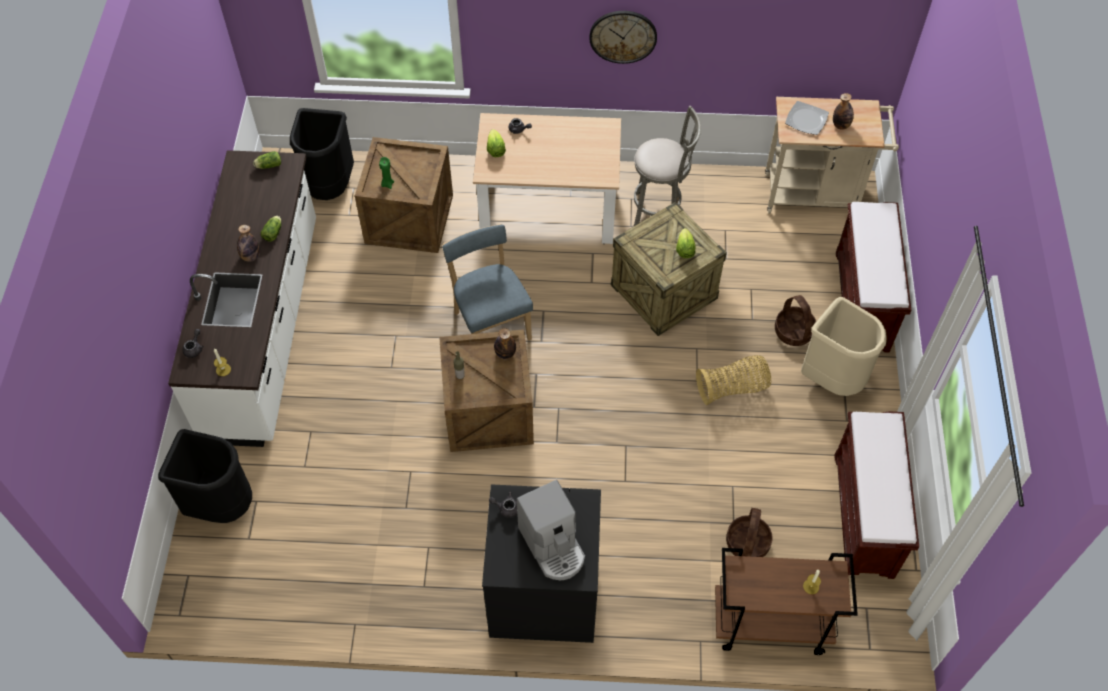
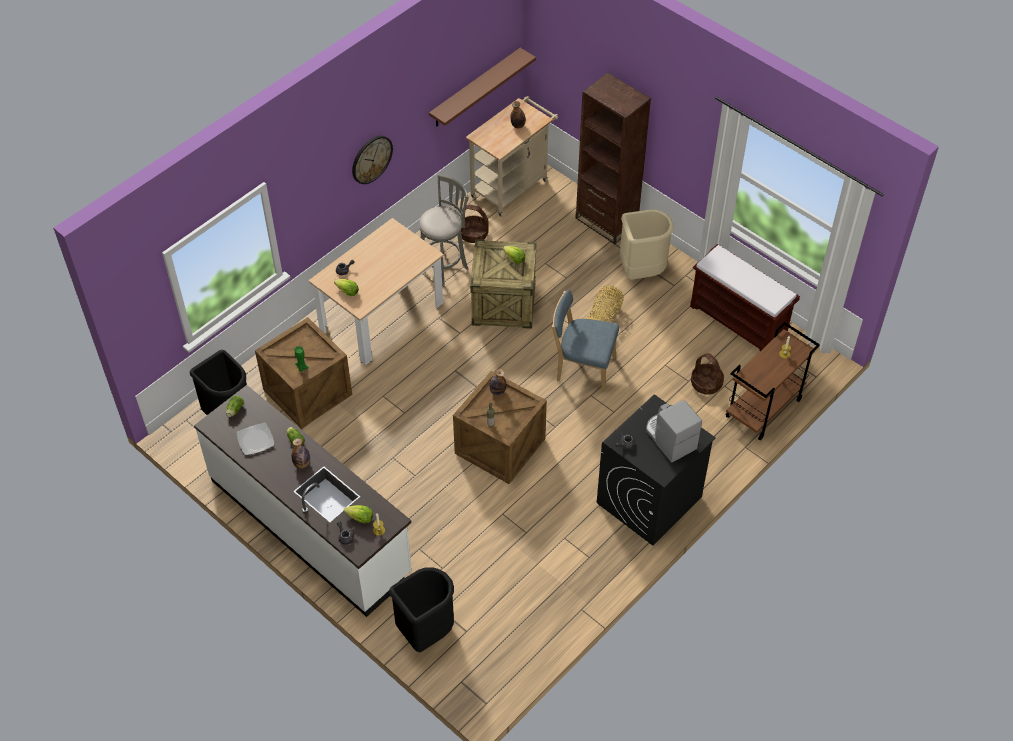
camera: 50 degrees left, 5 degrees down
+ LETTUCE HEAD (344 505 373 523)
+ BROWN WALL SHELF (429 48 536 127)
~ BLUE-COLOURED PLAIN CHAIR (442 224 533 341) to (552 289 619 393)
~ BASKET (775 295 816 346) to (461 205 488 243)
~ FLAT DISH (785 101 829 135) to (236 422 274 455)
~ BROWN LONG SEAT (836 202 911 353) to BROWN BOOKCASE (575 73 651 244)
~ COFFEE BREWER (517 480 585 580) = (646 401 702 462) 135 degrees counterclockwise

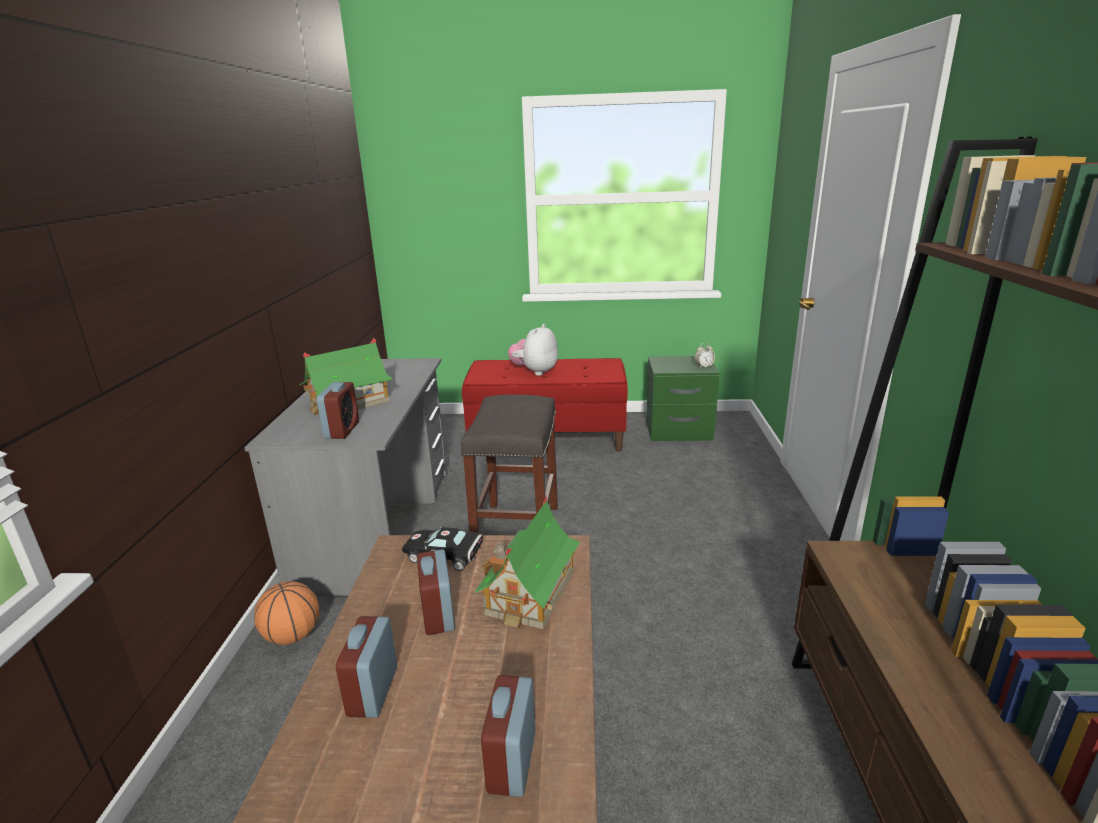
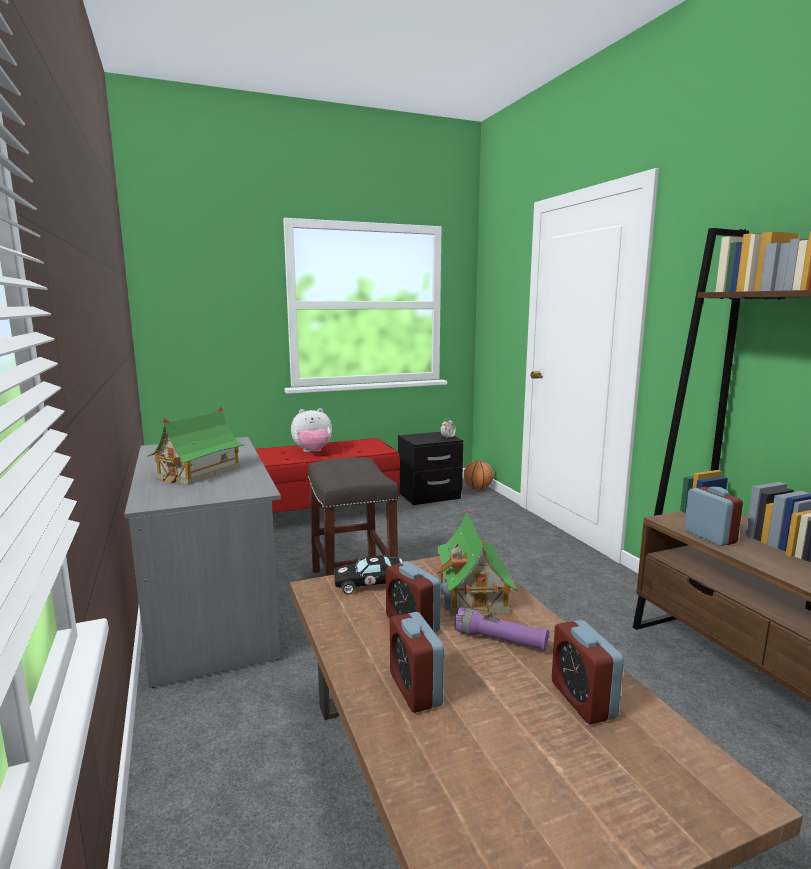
camera: 25 degrees left, 10 degrees down
+ PURPLE-COLOURED TORCH (455 607 549 652)
~ BASKETBALL (254 581 319 645) to (464 460 494 490)
~ ALARM CLOCK (317 382 359 439) to (684 487 743 546)
~ GREEN-COLOURED NIGHT TABLE (646 356 719 441) to BLACK-COLOURED NIGHT TABLE (398 432 463 505)
~ CUDDLY TOY (508 324 558 376) = (291 408 332 452) 105 degrees counterclockwise

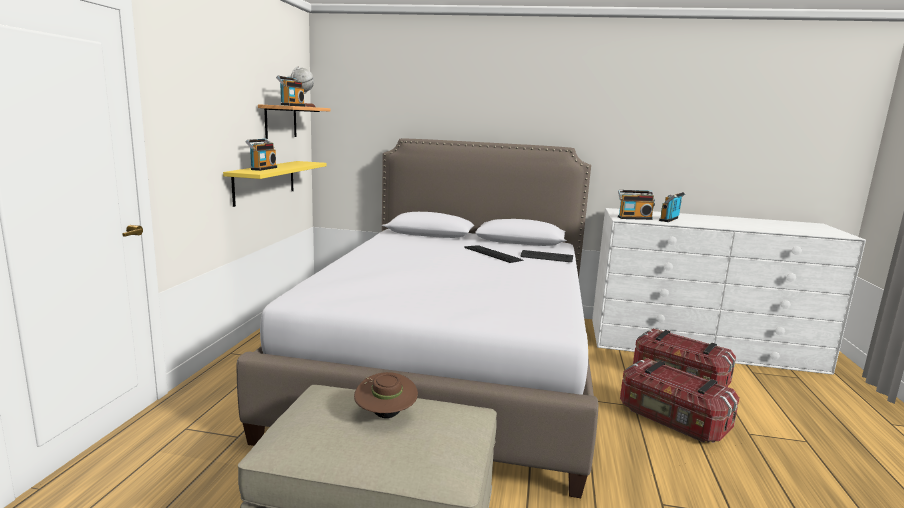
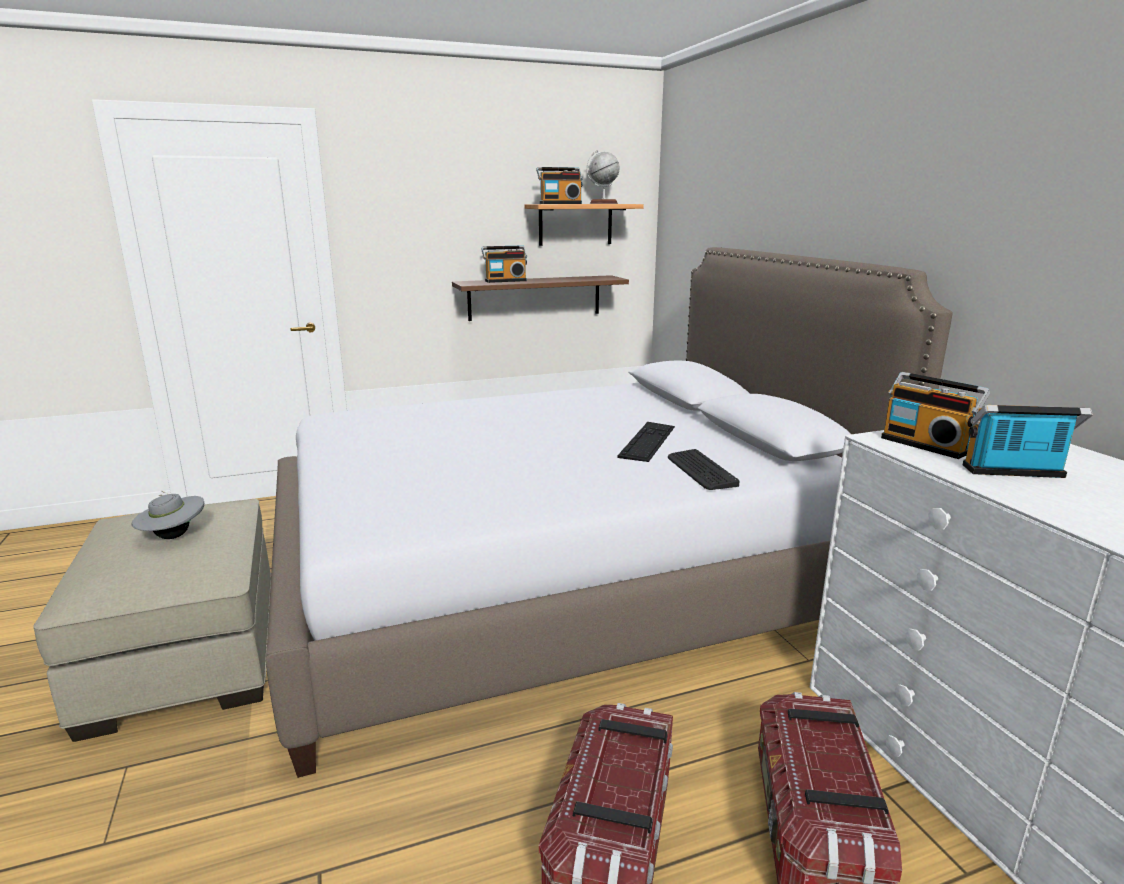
camera: 60 degrees right, 5 degrees up
~ YELLOWISH WALL SHELF (223 161 327 207) to BROWN WALL SHELF (452 275 629 321)
~ BROWN CLOTHING HAT (354 372 418 418) to GREYISH CLOTHING HAT (132 490 204 539)

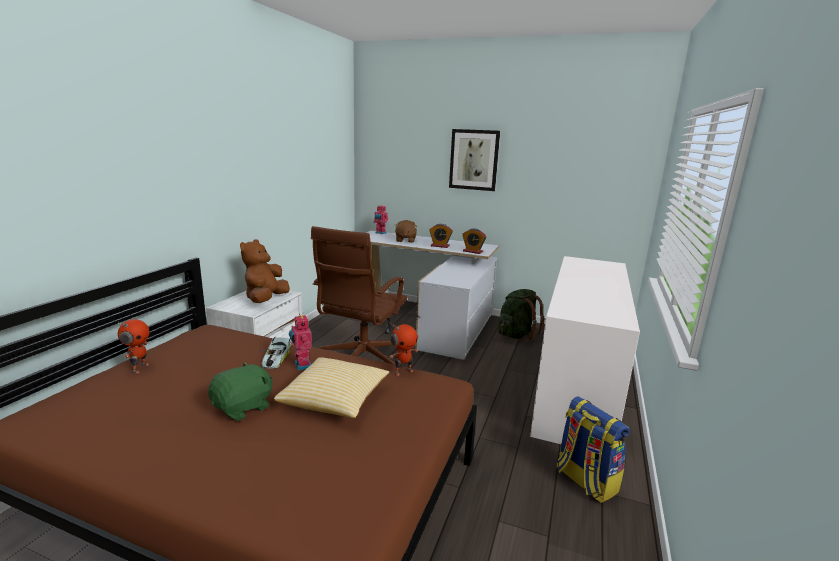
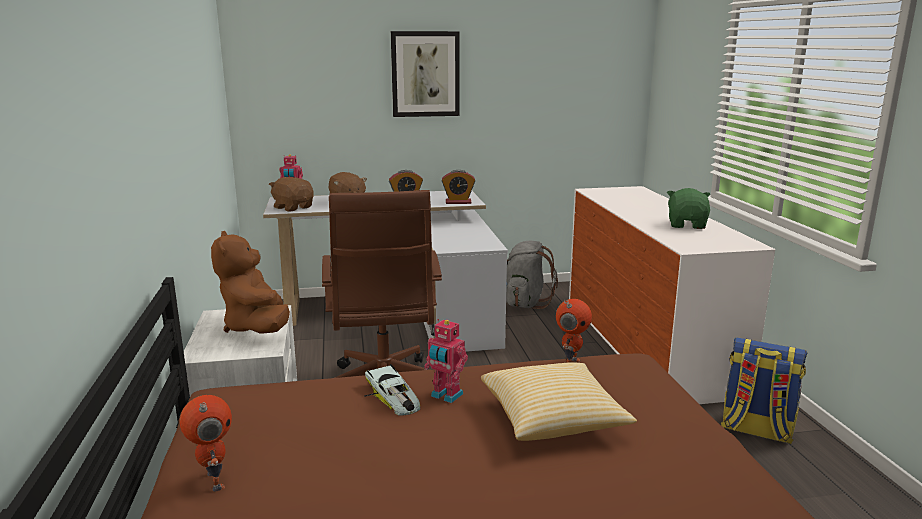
camera: 30 degrees left, 0 degrees up
+ BROWN CUDDLY TOY (269 177 314 212)
~ GREEN-COLOURED CUDDLY TOY (208 362 273 421) to (667 188 710 229)
~ GREEN-COLOURED RUCKSACK (497 289 545 342) to GREYISH RUCKSACK (506 241 558 309)

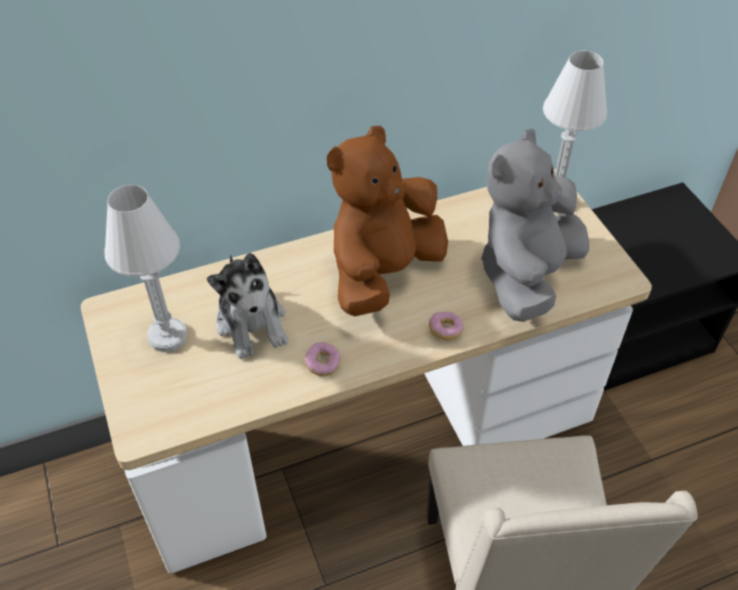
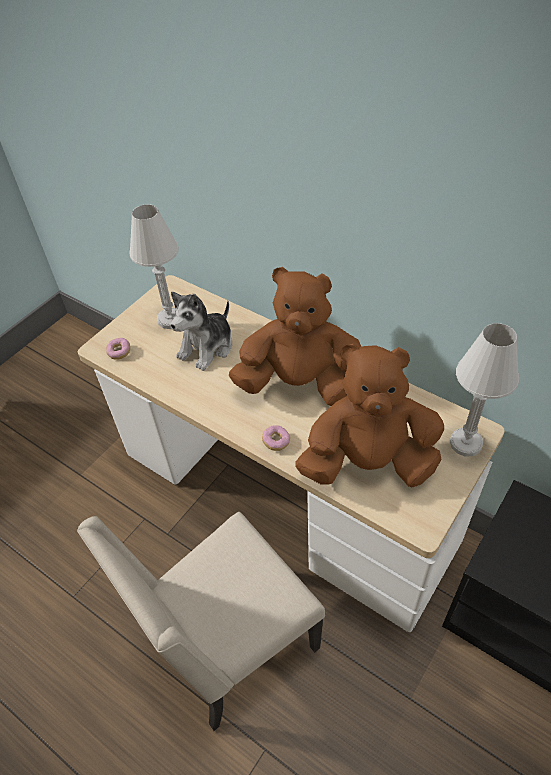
camera: 60 degrees right, 0 degrees up
~ RING DOUGHNUT (304 342 341 376) to (106 338 130 359)
~ GREYISH CUDDLY TOY (481 129 589 322) to BROWN CUDDLY TOY (296 344 444 488)

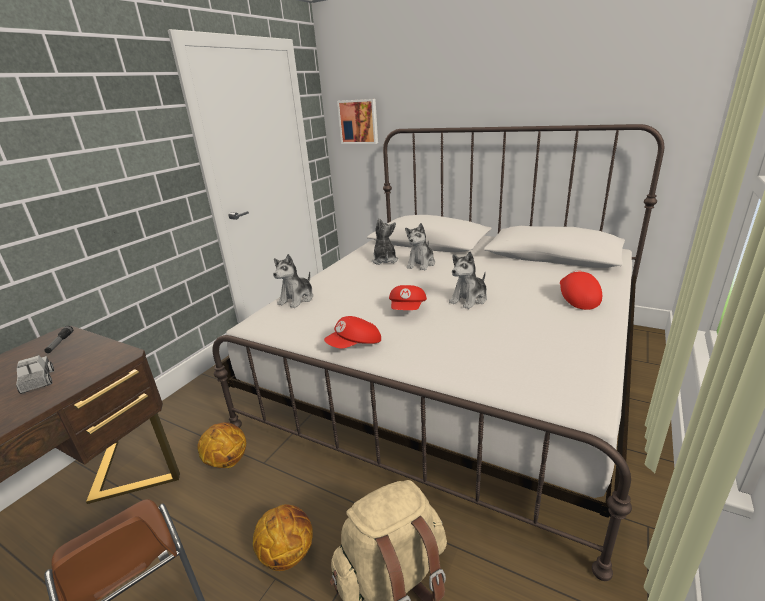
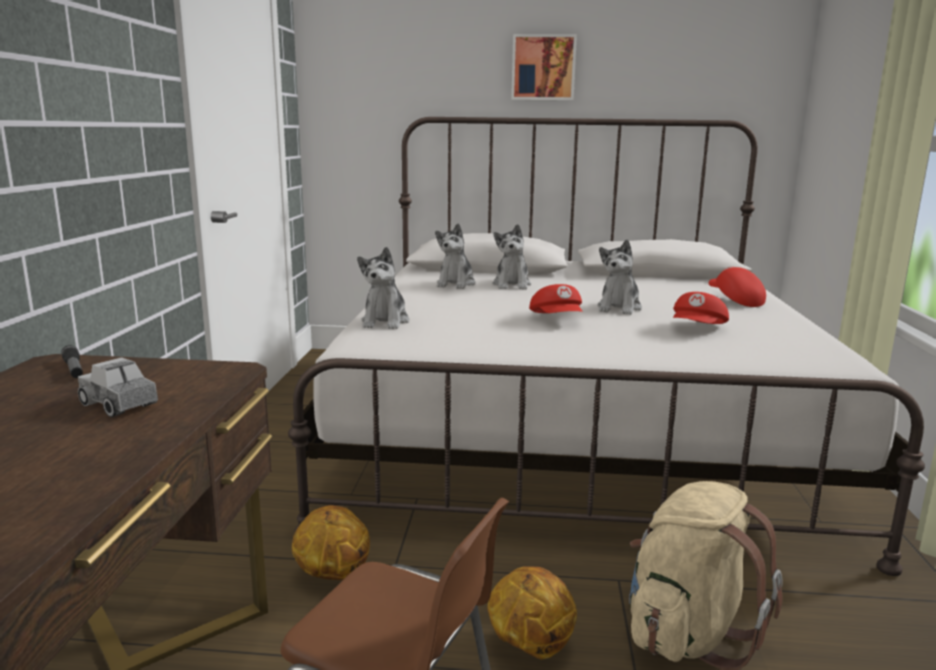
camera: 25 degrees left, 10 degrees down
~ RED-COLOURED PEAKED CAP (324 316 381 349) to (673 292 729 324)
~ WALL ART (337 99 378 144) to (511 34 577 101)
~ CUDDLY TOY (372 218 398 265) = (435 224 475 289) 135 degrees counterclockwise

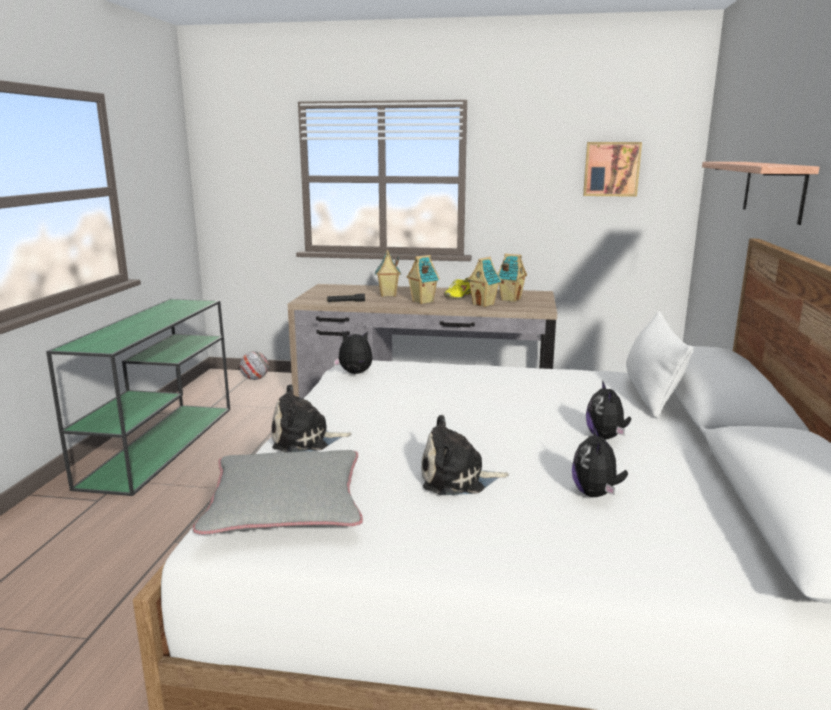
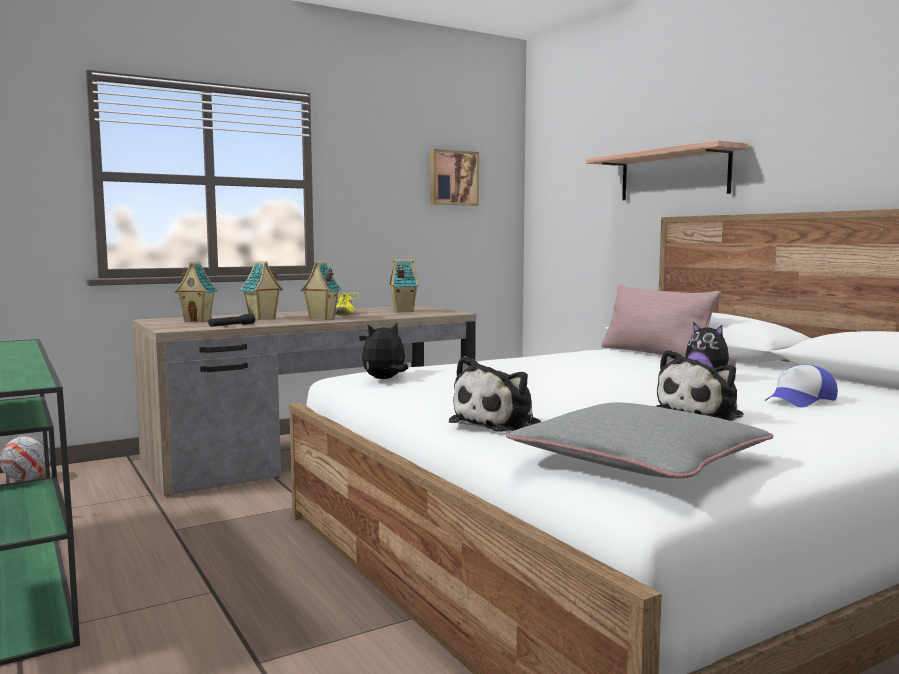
camera: 40 degrees left, 10 degrees down
~ MODEL HOUSE (467 257 502 307) to (174 262 217 322)
~ CUDDLY TOY (572 426 628 497) to PEAKED CAP (765 365 838 408)
~ WHITISH PILLOW (626 311 693 419) to PINK-COLOURED PILLOW (601 284 721 357)

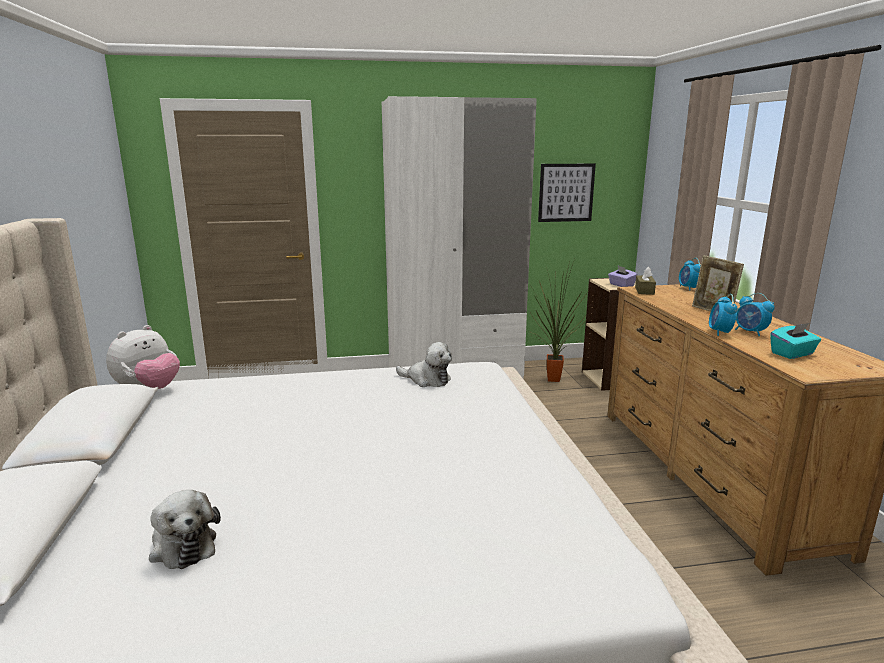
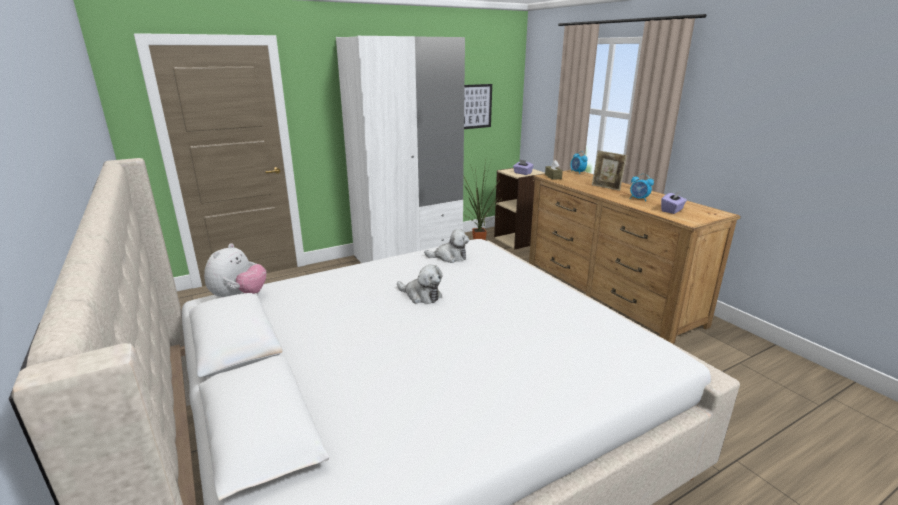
camera: 20 degrees left, 5 degrees up
- ALARM CLOCK (709 294 738 336)
~ CUDDLY TOY (149 490 221 569) to (397 265 443 304)
~ TURQUOISE BOX OF TISSUES (770 323 821 359) to PURPLE-COLOURED BOX OF TISSUES (661 190 687 214)

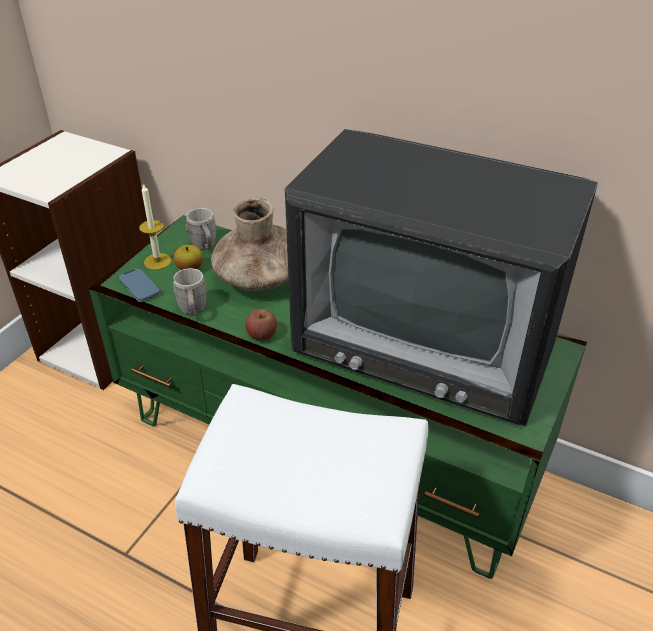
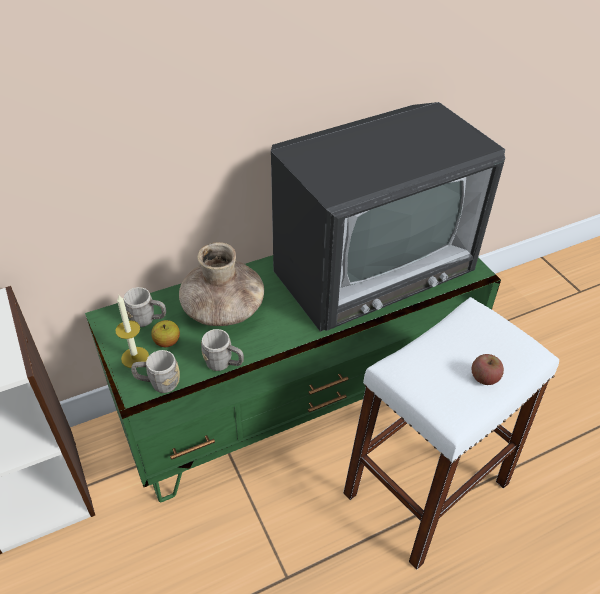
camera: 55 degrees left, 5 degrees up
~ APPLE FRUIT (245 309 277 340) to (472 354 504 385)
~ TELEPHONE (118 268 161 302) to GREYISH MUG (131 350 180 393)

